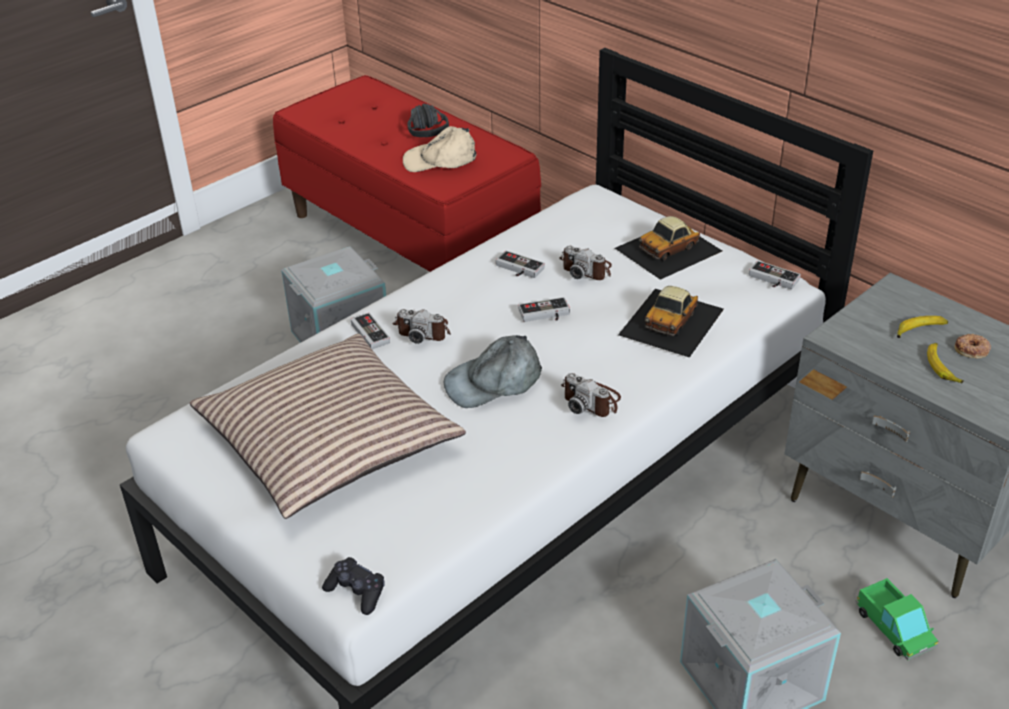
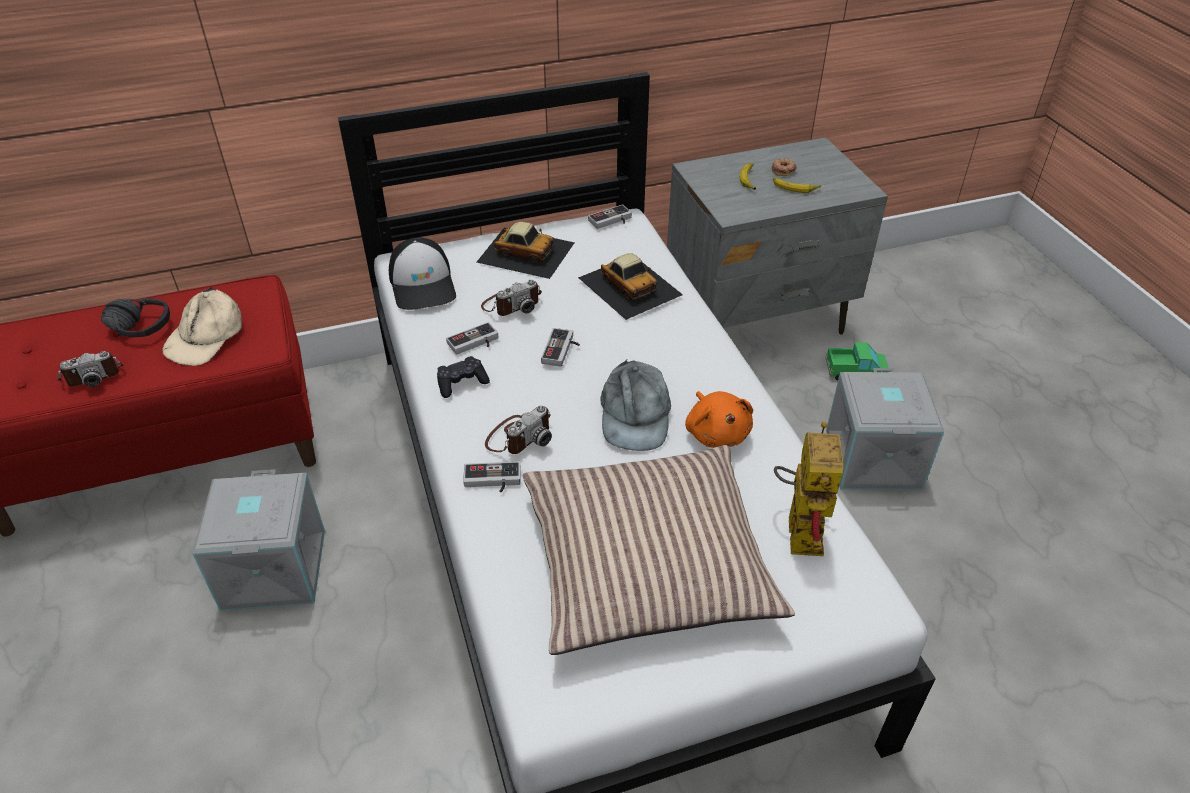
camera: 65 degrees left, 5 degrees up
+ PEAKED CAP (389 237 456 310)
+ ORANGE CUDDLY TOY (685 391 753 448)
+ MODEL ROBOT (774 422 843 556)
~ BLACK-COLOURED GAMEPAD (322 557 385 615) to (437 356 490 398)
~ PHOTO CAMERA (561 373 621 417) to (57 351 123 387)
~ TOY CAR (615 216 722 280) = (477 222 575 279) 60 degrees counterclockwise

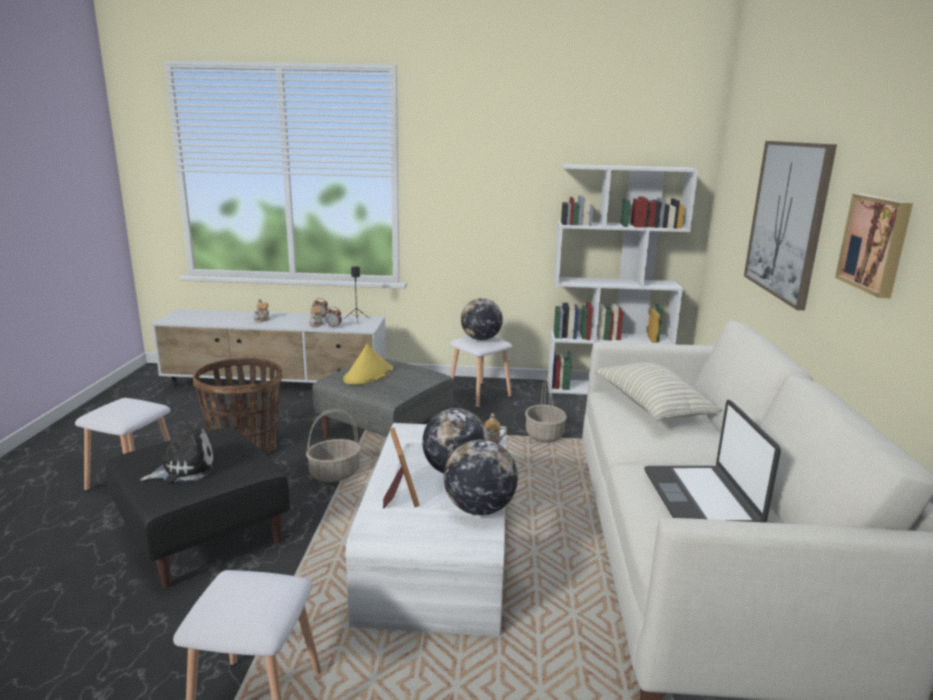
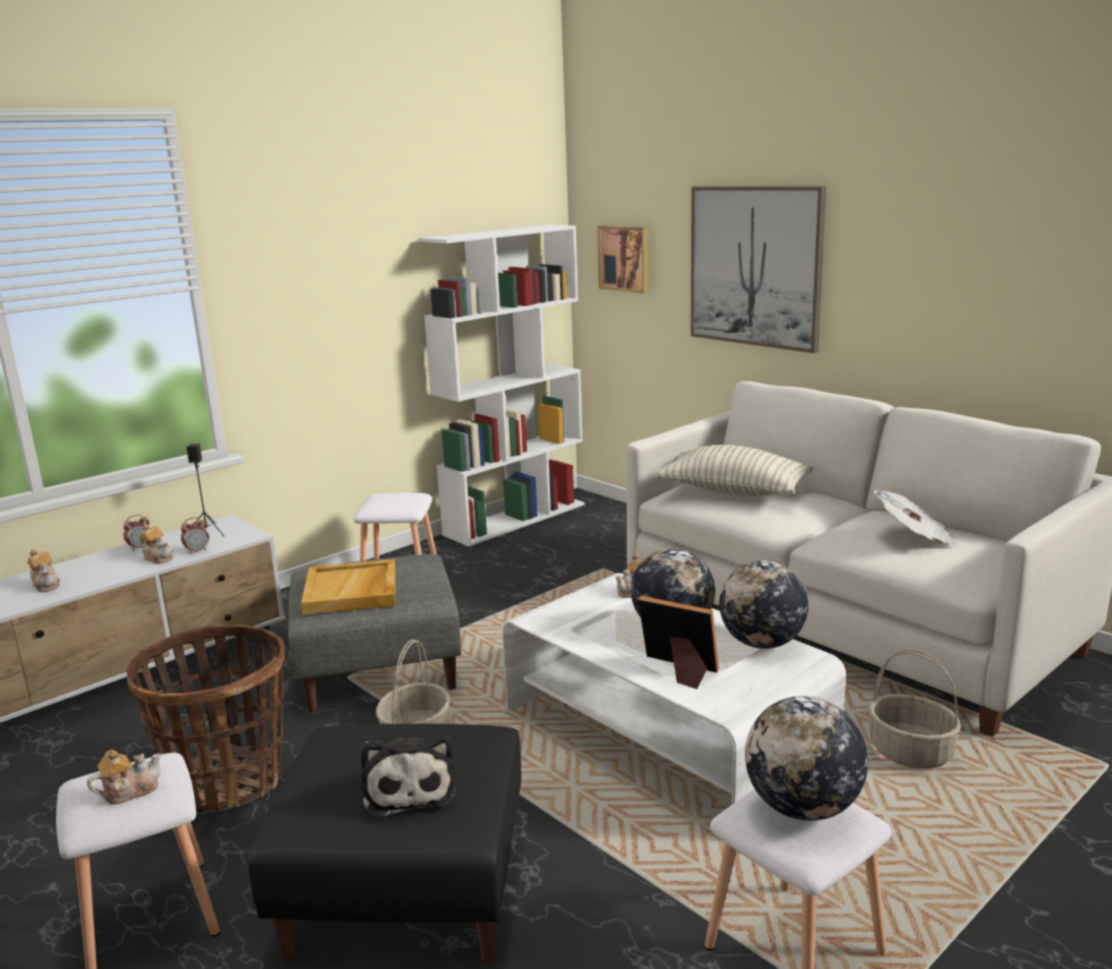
camera: 45 degrees left, 0 degrees up
+ TEAPOT (87 750 162 805)
~ GLOBE (461 298 503 340) to (745 696 868 821)
~ BASKET (525 377 567 443) to (868 649 961 769)
~ WALL ART (835 194 913 298) to (597 225 649 293)
~ YELLOWISH CLOTHING HAT (343 344 393 385) to BEIGE CARRYING TRAY (301 559 396 615)
~ LAPTOP (644 400 781 523) to DAILY PAPER (873 490 957 546)
~ CUDDLY TOY (140 423 215 483) = (360 735 456 819) 150 degrees clockwise

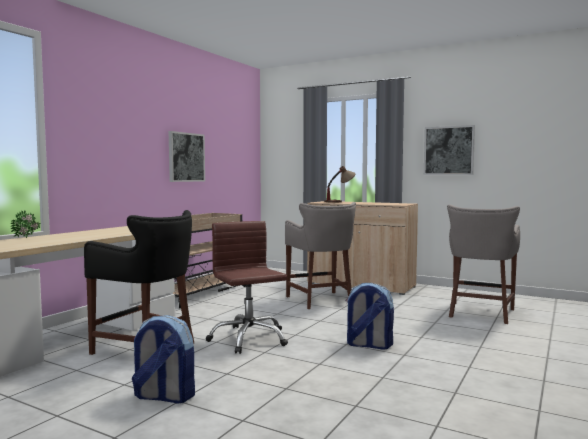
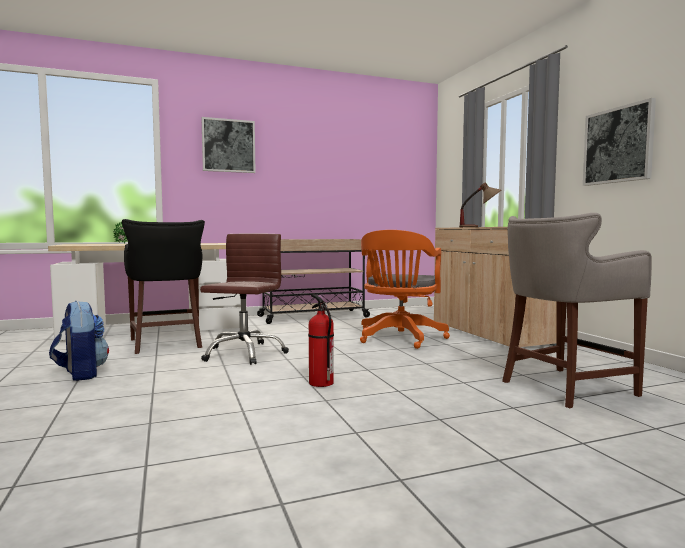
camera: 40 degrees right, 0 degrees up
~ WALL ART (169 131 205 182) to (201 117 256 173)
~ GREYISH STOOL SEAT (285 202 356 309) to ORANGE COMPUTER CHAIR (360 230 450 349)
~ RUCKSACK (346 283 394 350) to FIRE-FIGHTING CYLINDER (308 294 334 387)

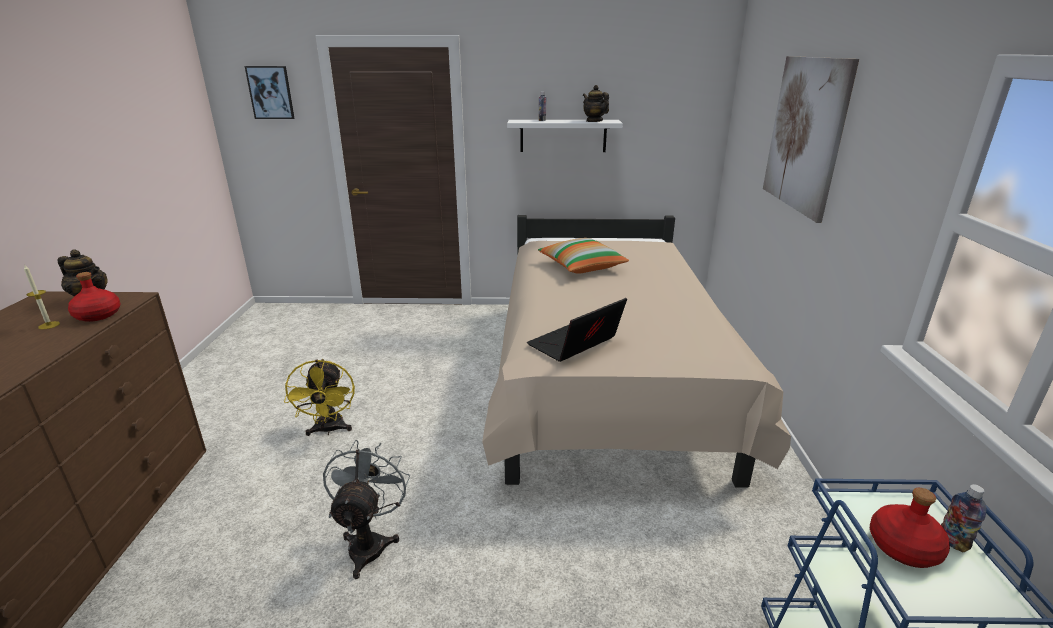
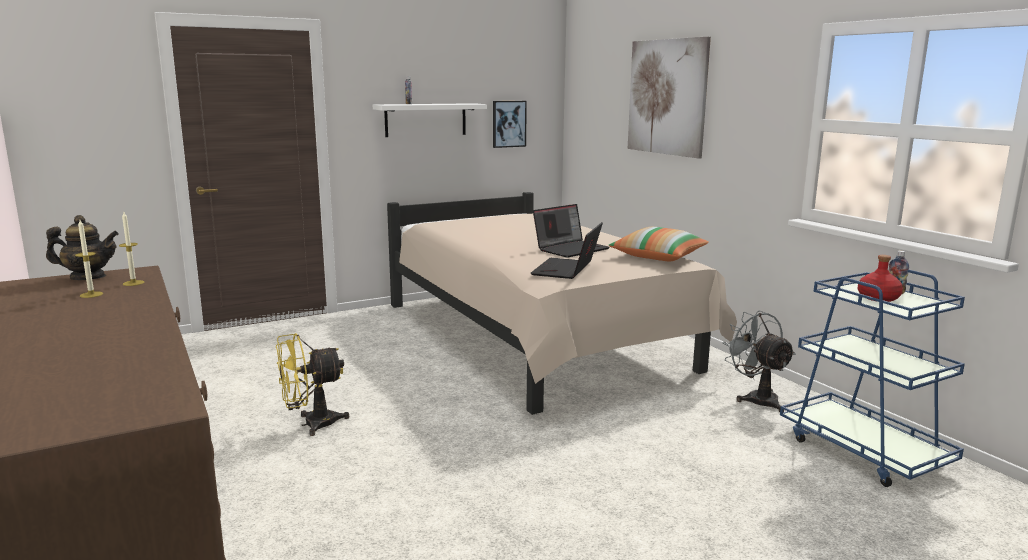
camera: 30 degrees left, 10 degrees down
- TEAPOT (583 85 609 122)
+ LAPTOP (533 204 610 258)
~ WALL ART (245 66 295 119) to (493 101 527 148)
~ GREYISH COOLING FAN (323 440 410 579) to (723 310 796 412)
~ PILLOW (538 238 629 274) to (609 227 709 261)
~ RED-COLOURED BEVERAGE BOTTLE (68 272 121 322) to CANDLE (119 212 144 286)
~ YELLOWISH COOLING FAN (284 359 355 436) = (276 333 350 436) 105 degrees clockwise

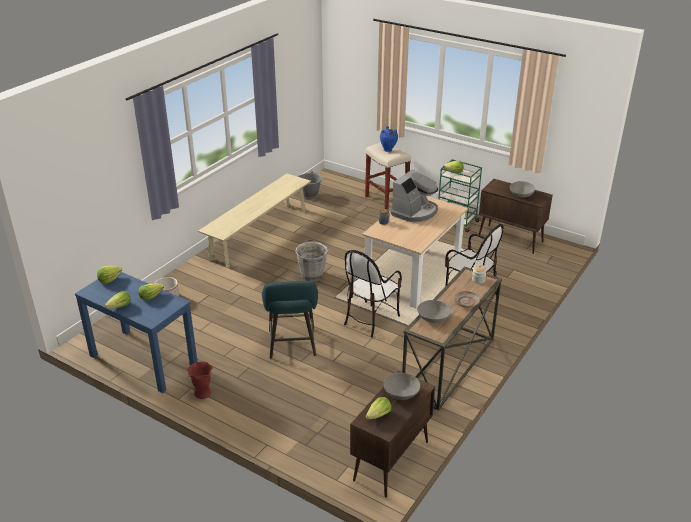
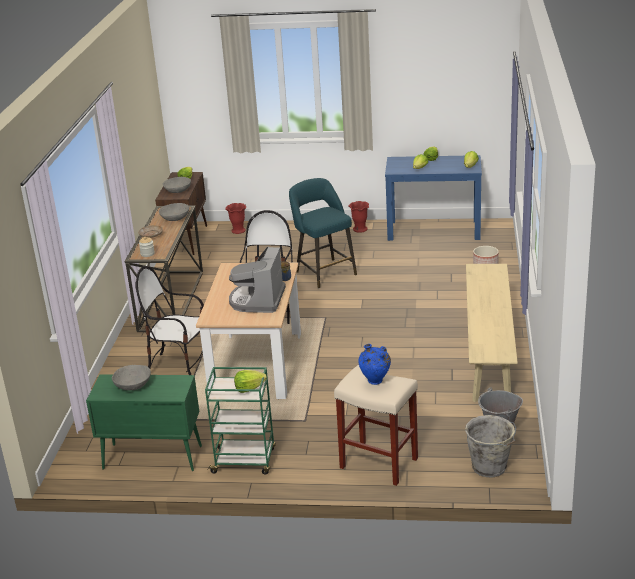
camera: 155 degrees right, 5 degrees down
+ RED-COLOURED FLOWER VASE (225 203 246 234)
~ GREYISH BUCKET (294 240 328 282) to (465 415 516 477)
~ BROWN STORAGE CABINET (479 179 553 254) to GREEN-COLOURED STORAGE CABINET (86 374 202 471)

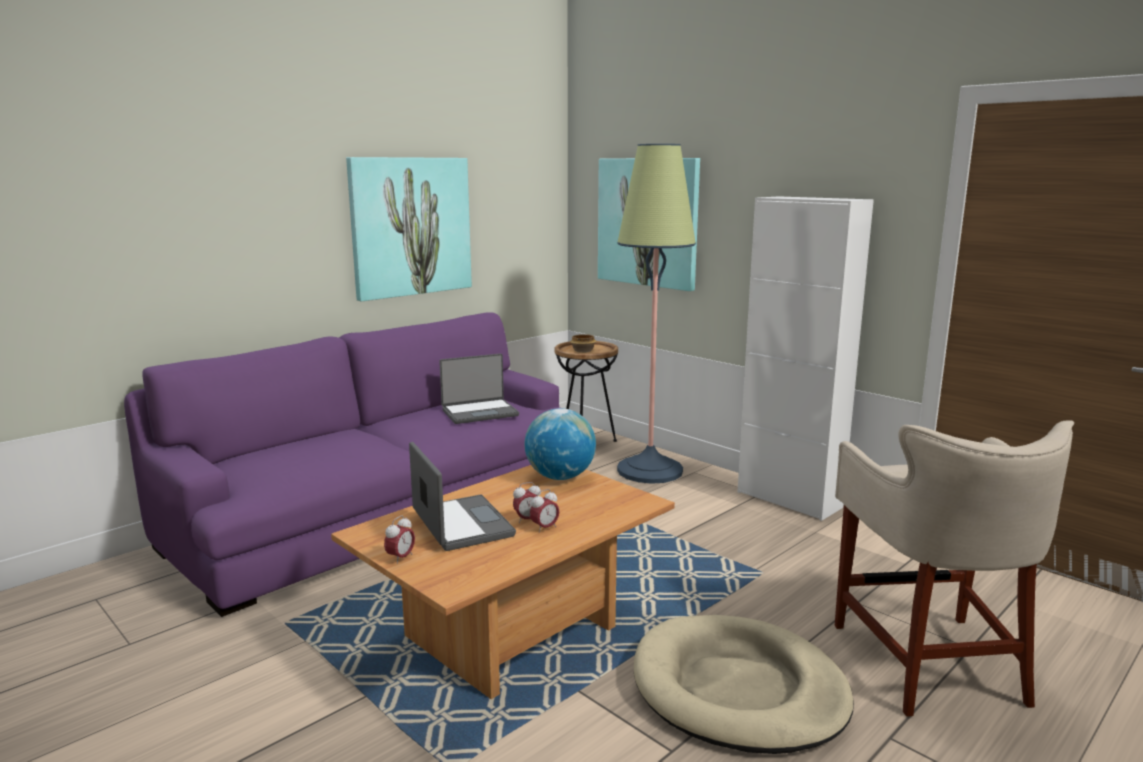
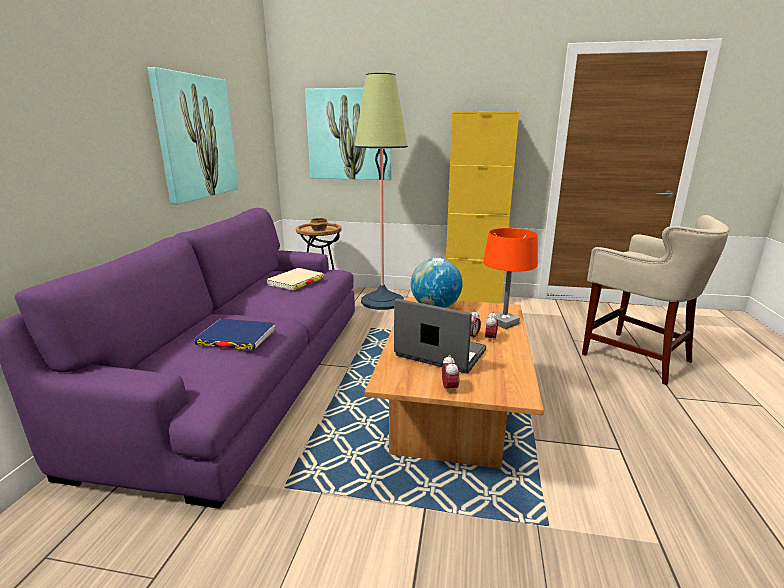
camera: 35 degrees left, 5 degrees up
- BEIGE PET BED (634 615 854 754)
+ BLUE-COLOURED BOUND BOOK (194 319 275 350)
+ ORANGE TABLETOP LAMP (483 228 538 329)
~ LAPTOP (439 353 519 424) to BEIGE BOUND BOOK (266 268 324 290)
~ WHITISH STORAGE CABINET (738 196 874 521) to YELLOWISH STORAGE CABINET (446 111 519 303)

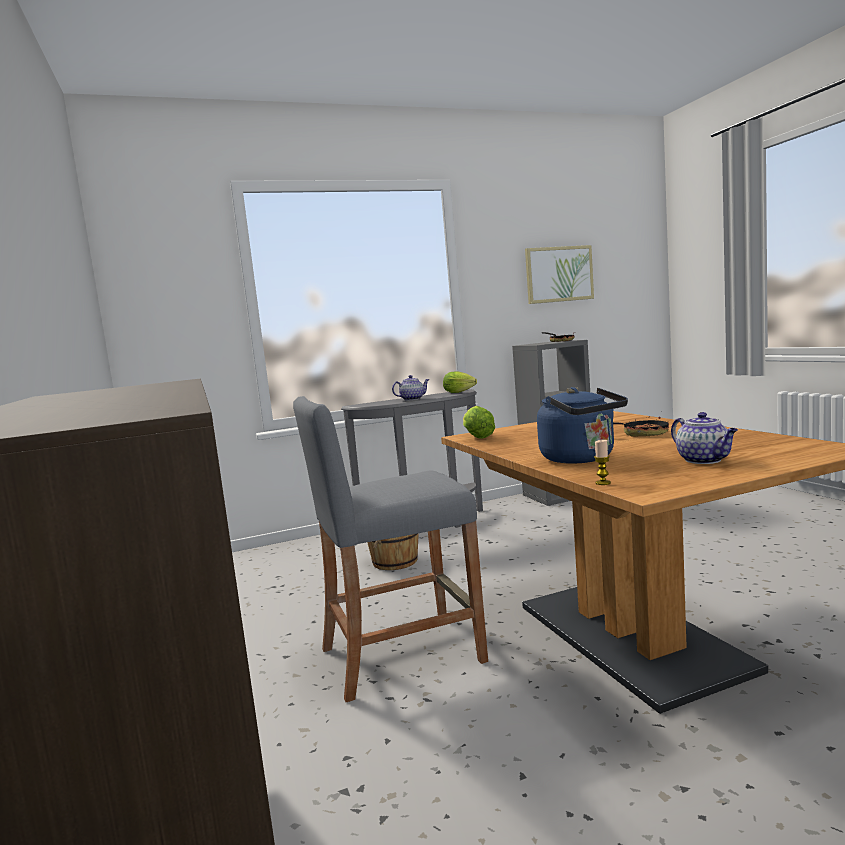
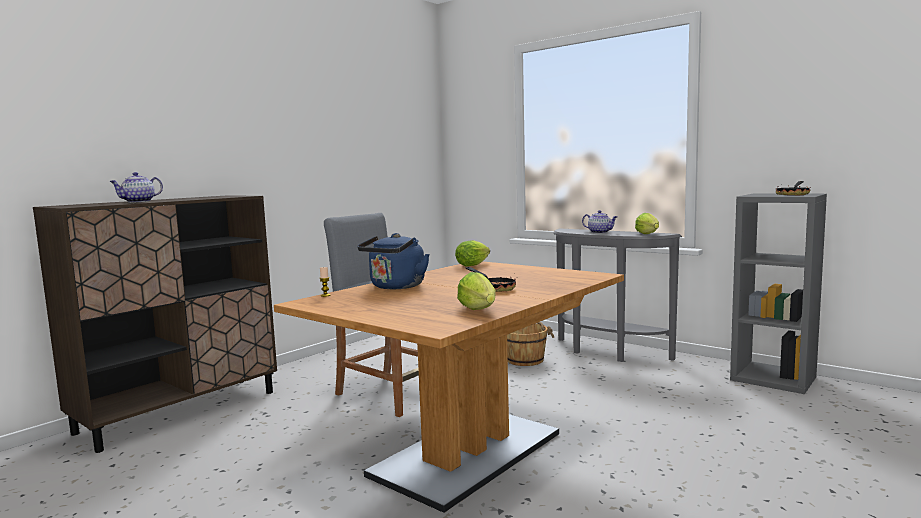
camera: 60 degrees right, 0 degrees up
- WALL ART (525 245 594 304)
+ LETTUCE HEAD (457 272 496 310)
~ TEAPOT (671 412 738 464) to (110 172 163 203)

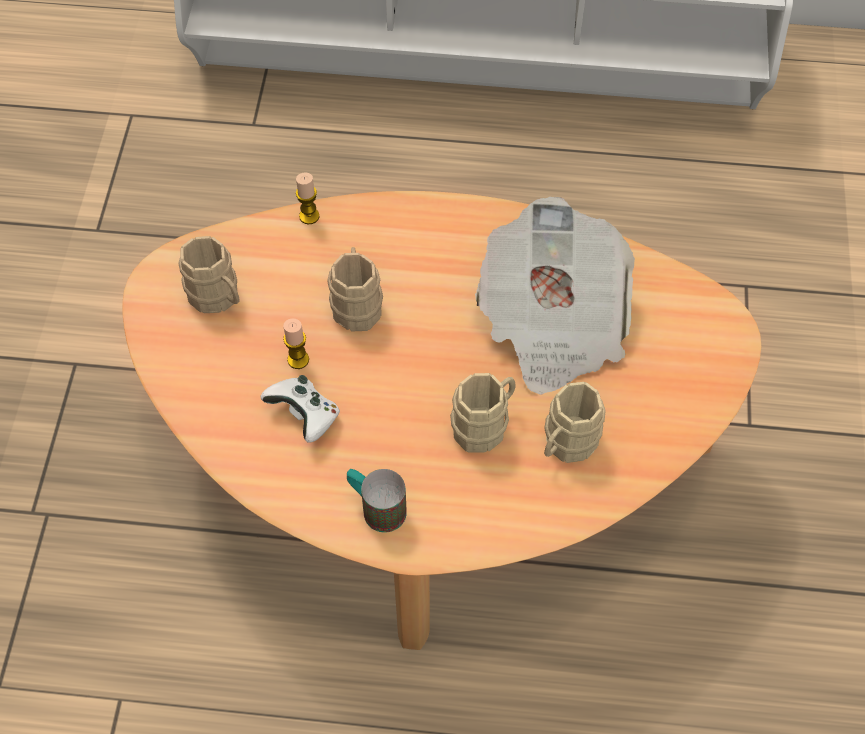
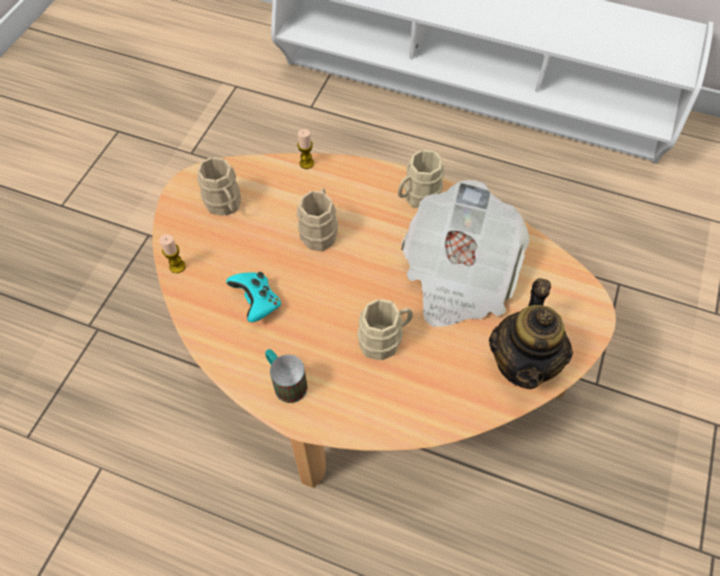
camera: 15 degrees right, 0 degrees up
+ TEAPOT (489 278 573 389)
~ CANDLE (283 318 309 369) to (159 234 186 273)
~ BEIGE MUG (544 382 606 463) to (398 150 444 208)
~ WHITISH GAMEPAD (261 375 340 442) to TURQUOISE GAMEPAD (226 272 281 322)

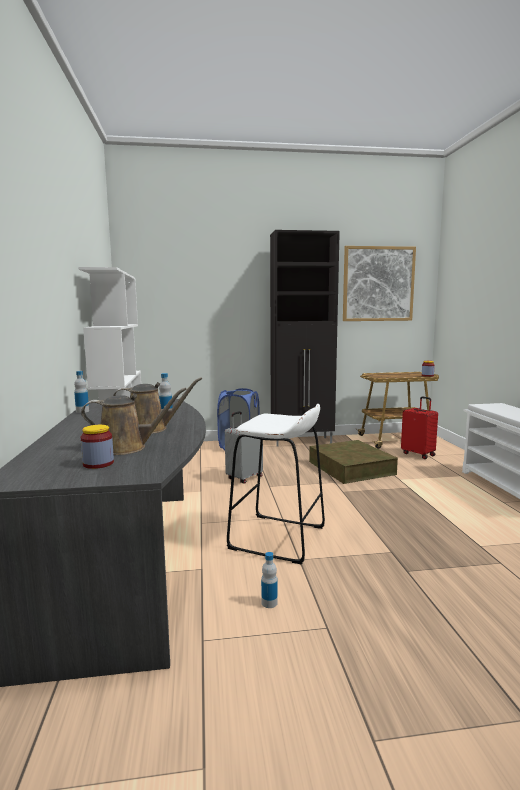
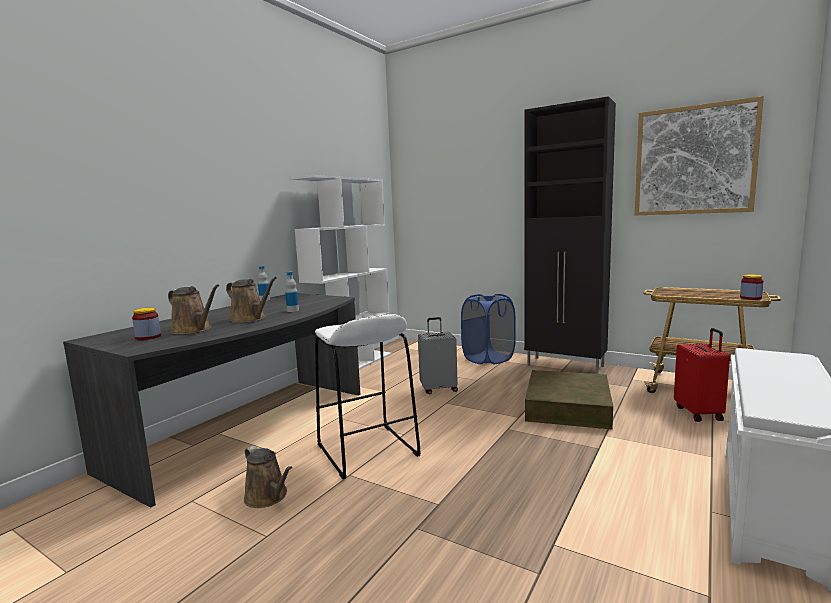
camera: 40 degrees right, 0 degrees up
~ BEVERAGE BOTTLE (261 552 278 608) to BROWN WATERING POT (244 446 293 508)

